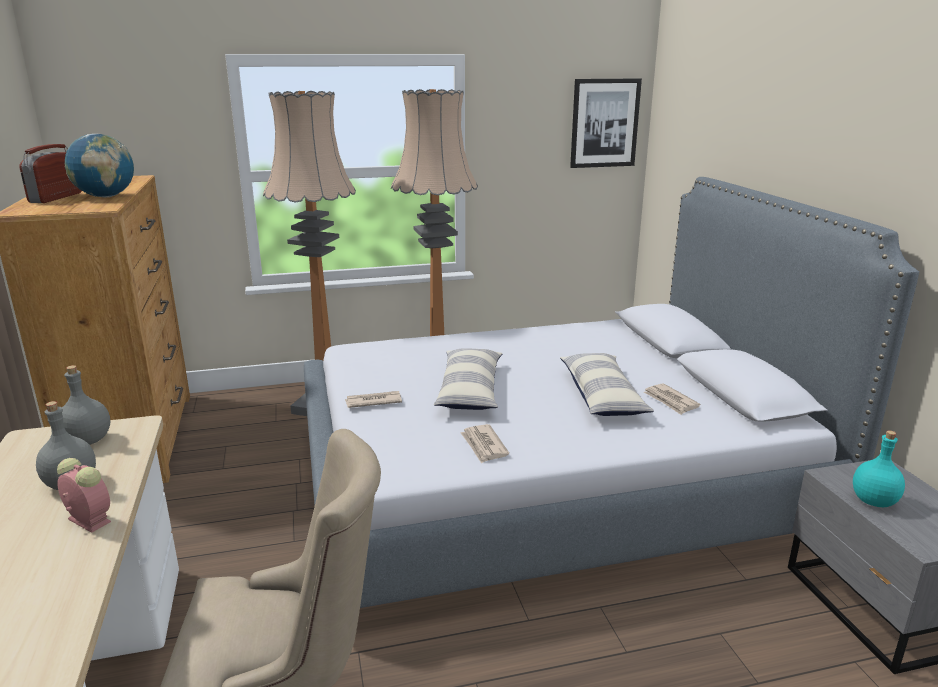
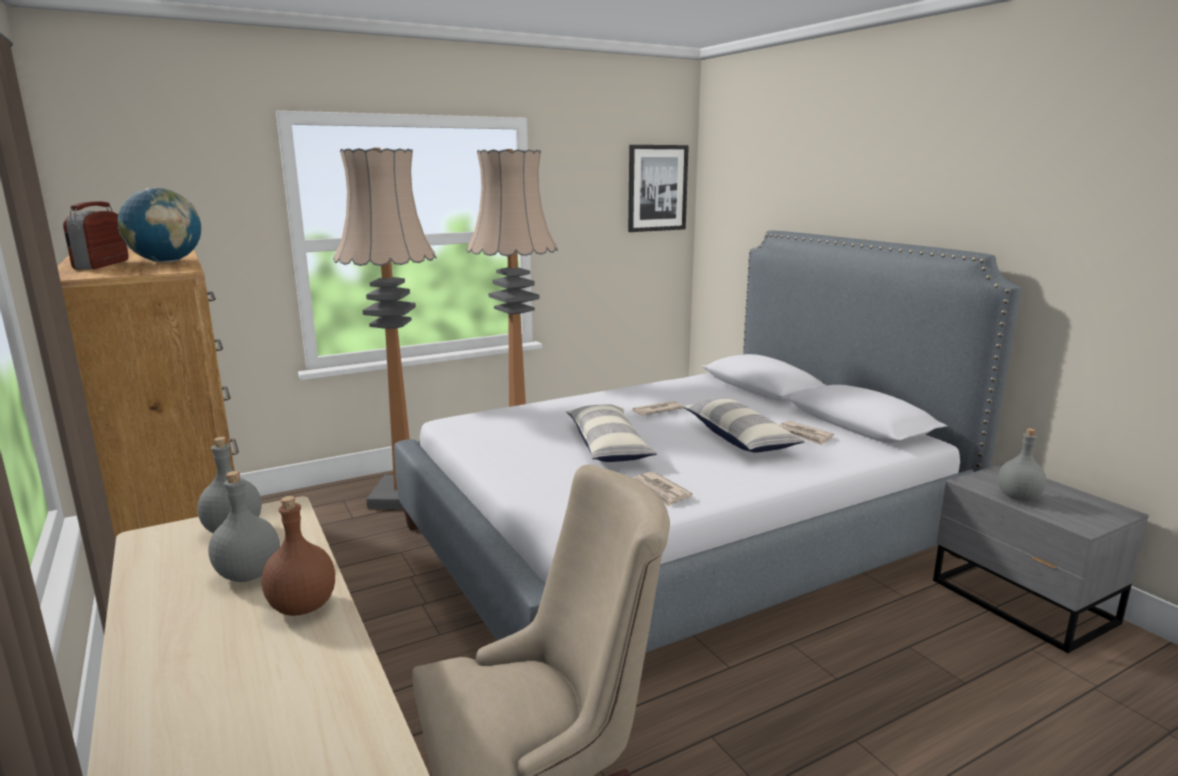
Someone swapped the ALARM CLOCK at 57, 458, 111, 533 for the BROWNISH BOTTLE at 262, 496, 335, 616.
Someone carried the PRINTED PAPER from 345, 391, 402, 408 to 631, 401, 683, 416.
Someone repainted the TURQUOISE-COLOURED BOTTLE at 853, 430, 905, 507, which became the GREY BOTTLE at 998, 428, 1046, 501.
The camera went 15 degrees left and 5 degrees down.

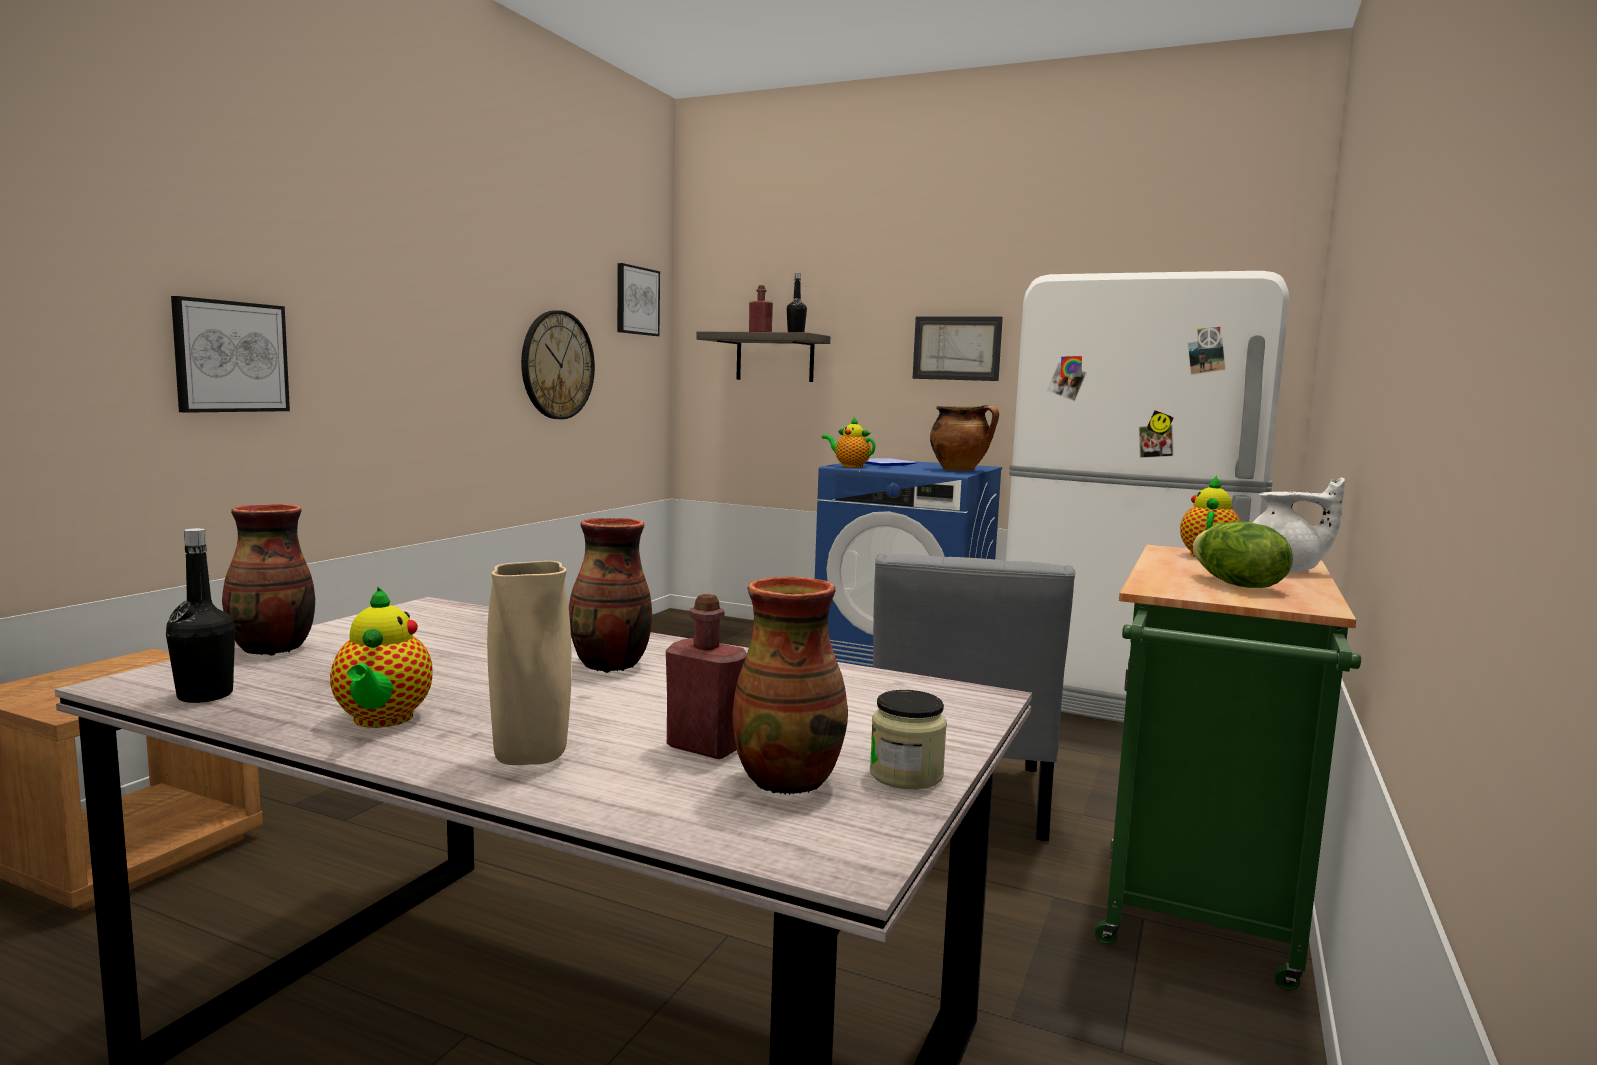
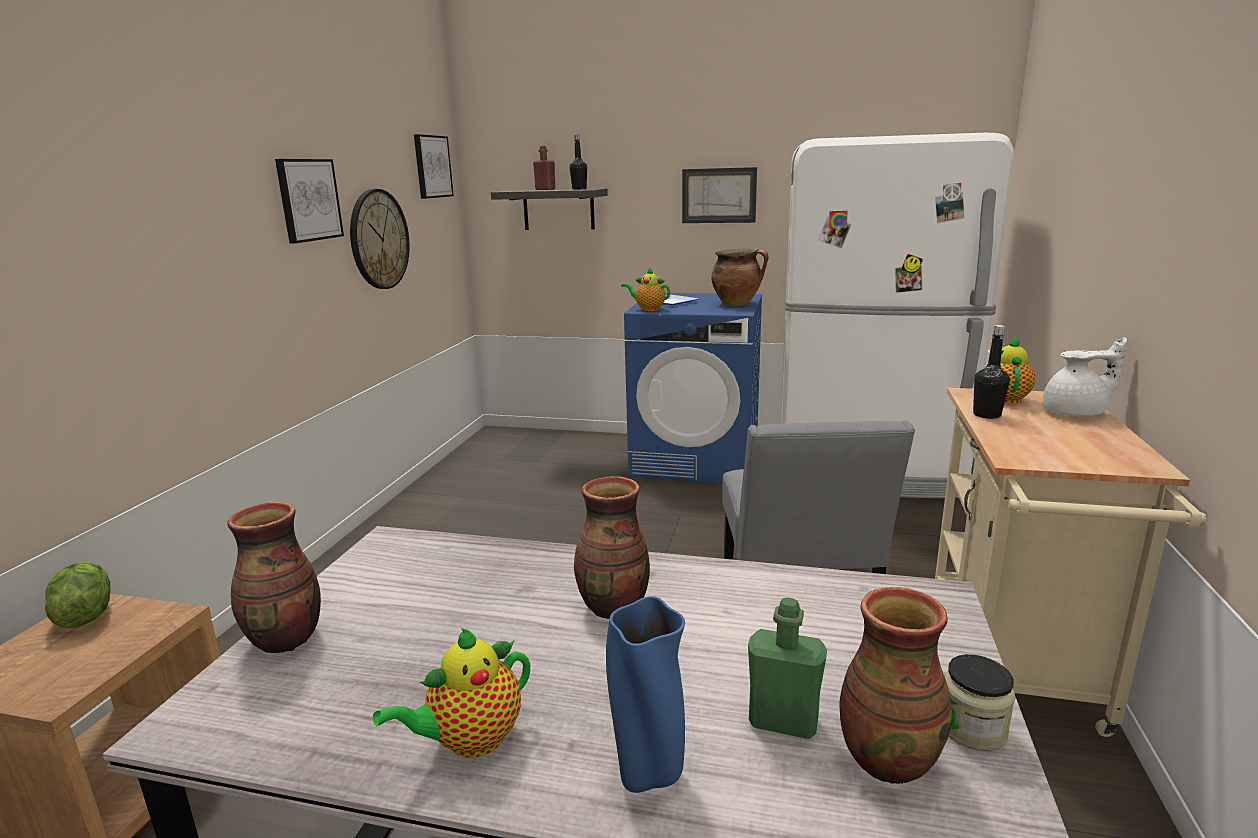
Someone carried the LETTUCE from 1193, 521, 1293, 588 to 45, 562, 110, 628.
Someone carried the WALL PICTURE from 171, 296, 290, 413 to 275, 159, 344, 244.
Someone rotated the POT FOR TEA at 330, 587, 433, 728 by 75 degrees clockwise.
Someone repainted the BEIGE-COLOURED VASE at 487, 561, 572, 765, which became the BLUE VASE at 606, 596, 685, 793.
Someone repainted the REDDISH BOTTLE at 666, 594, 747, 759, which became the GREEN BOTTLE at 748, 597, 827, 739.
Someone repainted the GREEN CART at 1095, 545, 1361, 990, which became the BEIGE-COLOURED CART at 935, 388, 1207, 737.
Someone carried the BLACK-COLOURED BOTTLE from 166, 528, 235, 703 to 973, 325, 1010, 419.
The camera went 10 degrees left and 10 degrees up.

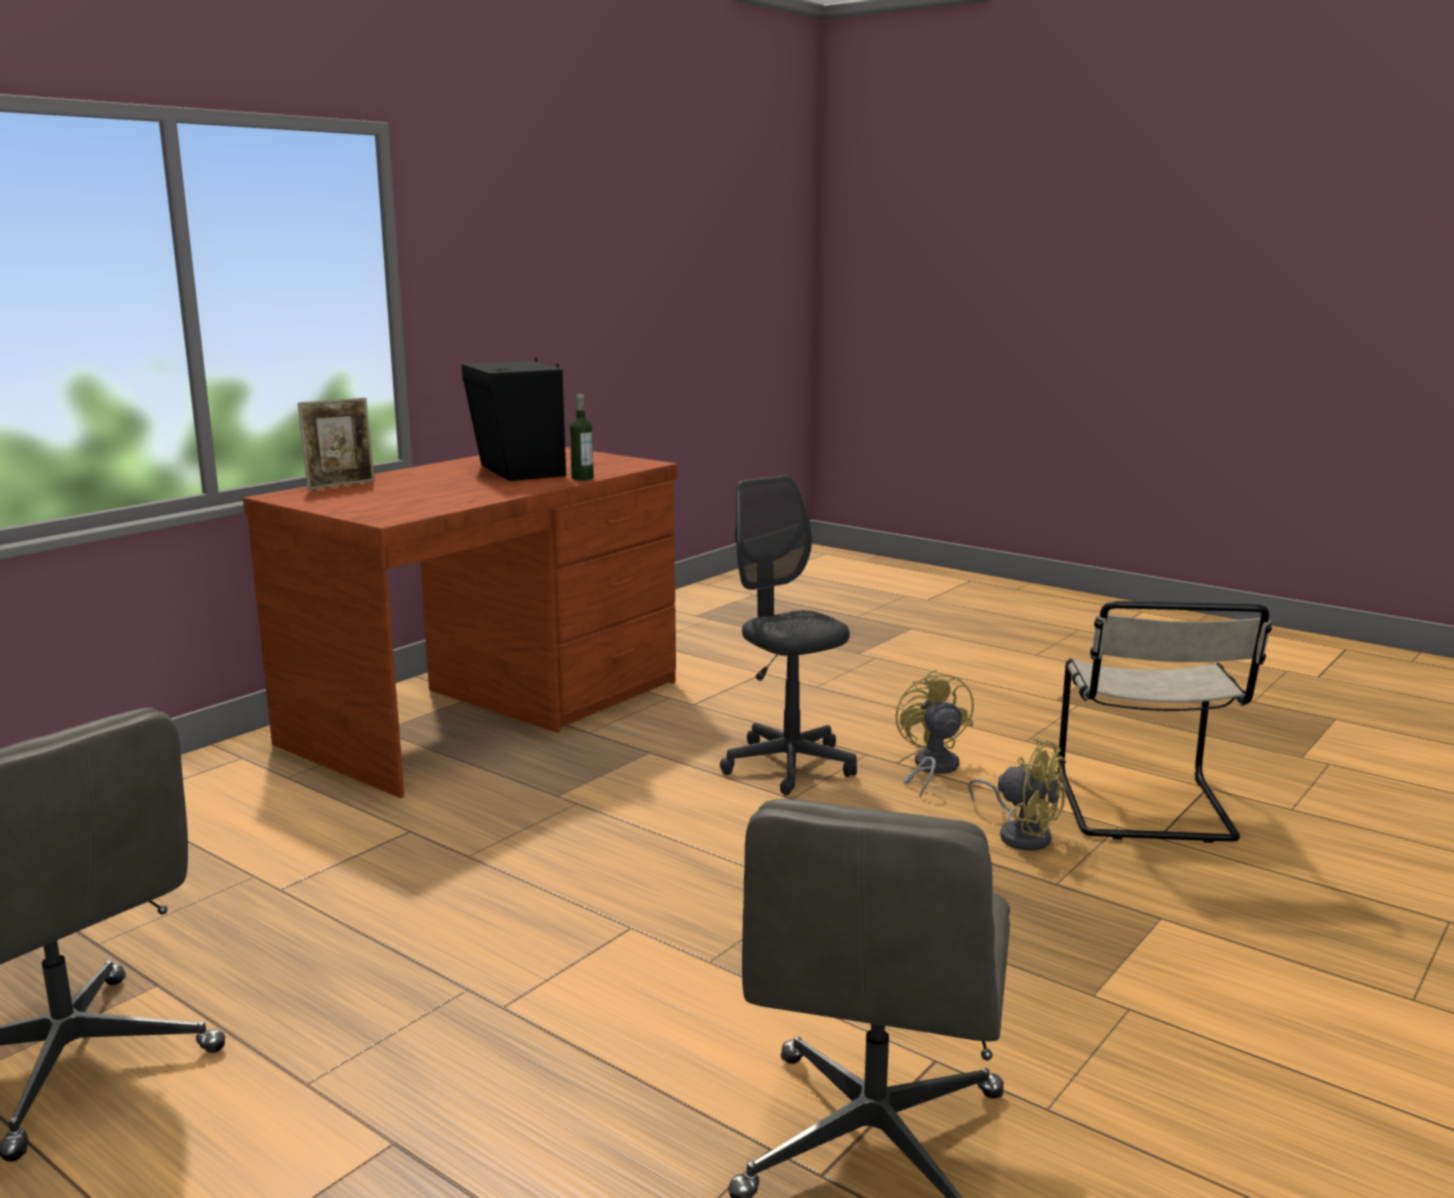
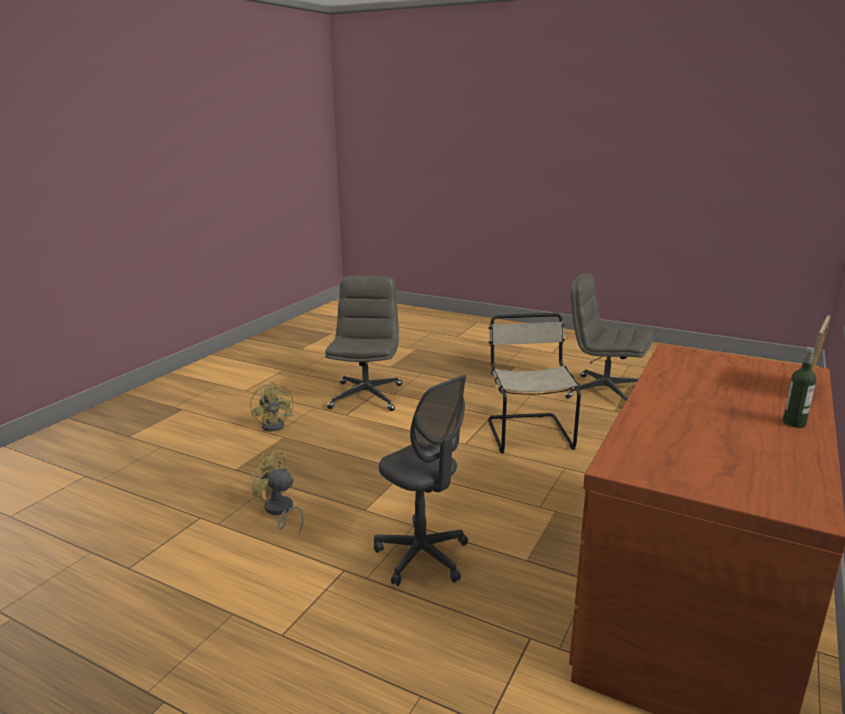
Someone carried the YELLOWISH FAN from 896, 669, 974, 797 to 250, 382, 293, 431.
Someone carried the BEIGE-COLOURED CHAIR from 1057, 601, 1272, 843 to 488, 313, 581, 453.
Someone carried the BOTTLE from 570, 394, 594, 481 to 783, 347, 816, 428.
Someone took away the BLACK-COLOURED LOUDSPEAKER at 462, 357, 566, 481.
The camera went 170 degrees right and 5 degrees up.

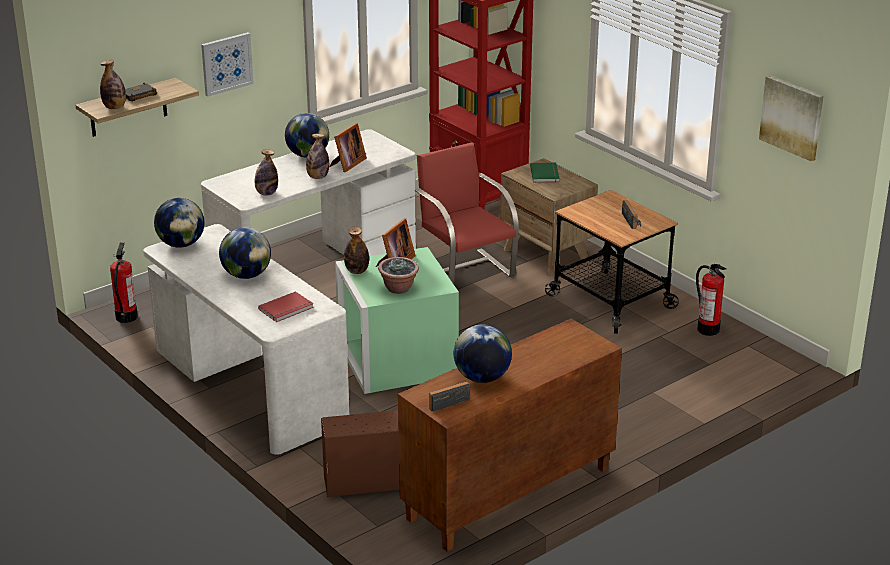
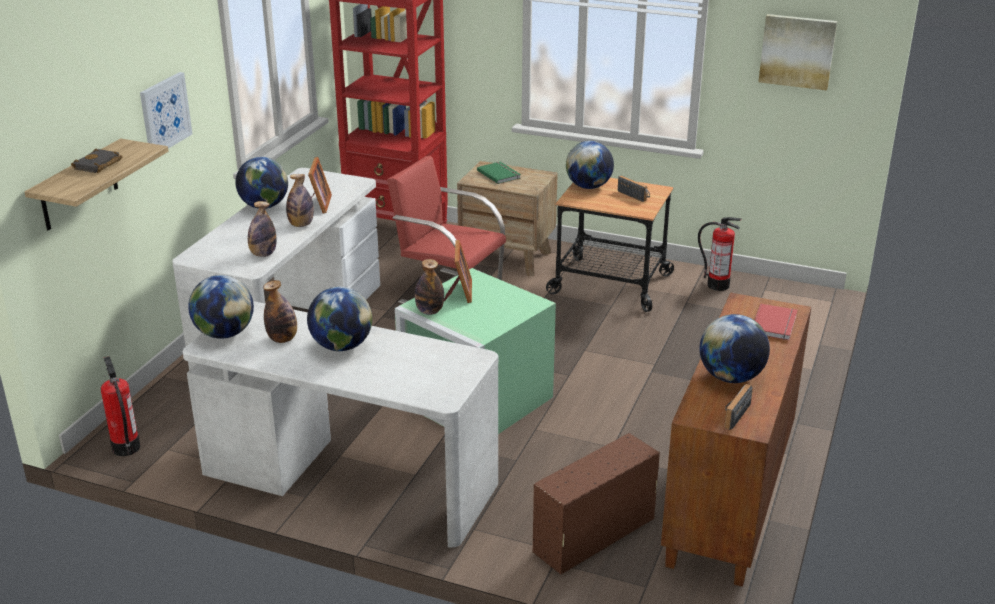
Someone carried the BOTTLE from 100, 60, 126, 109 to 263, 280, 297, 343.
Someone put down the WORLD GLOBE at 566, 141, 614, 189.
Someone carried the REDDISH VOLUME from 258, 291, 314, 322 to 755, 304, 798, 340.
Someone took away the PLANT IN A POT at 378, 257, 419, 294.
The camera went 30 degrees left and 0 degrees up.

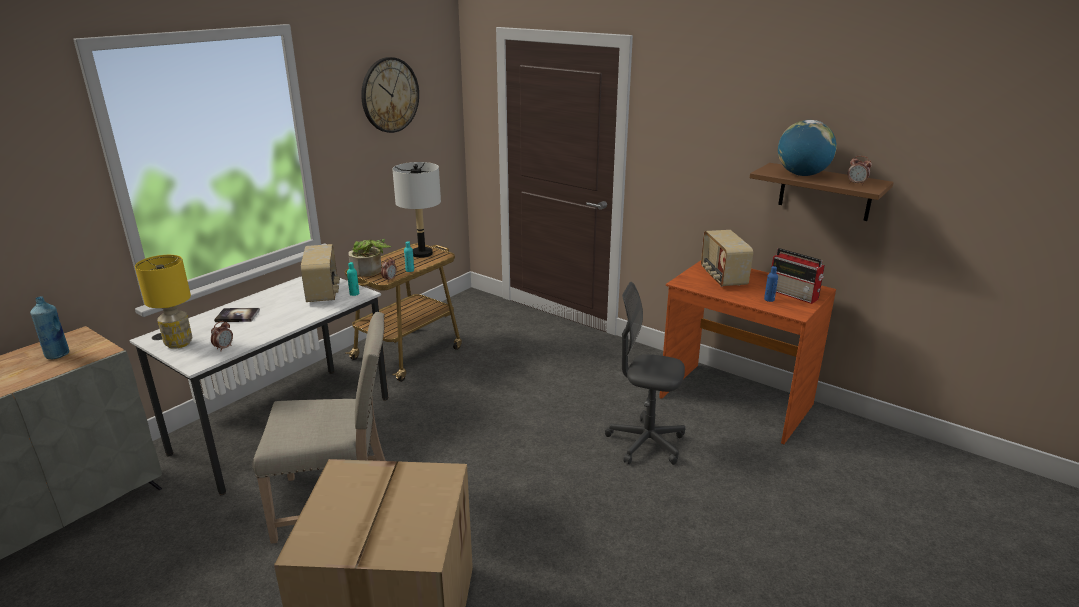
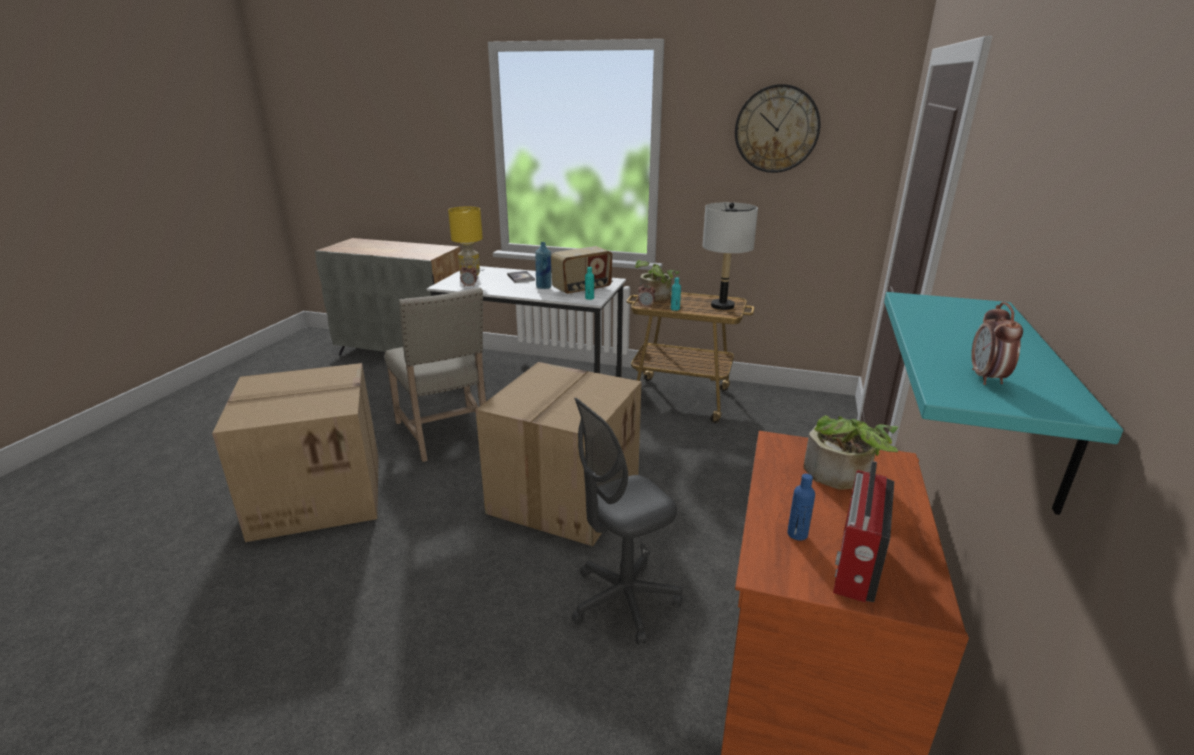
Someone put down the PACKING BOX at 476, 362, 642, 546.
Someone carried the BLUE BOTTLE from 30, 296, 69, 359 to 535, 242, 551, 289.
Someone rotated the GREY OFFICE CHAIR at 605, 282, 685, 465 by 120 degrees counterclockwise.
Someone swapped the RADIO RECEIVER at 701, 230, 753, 287 for the PLANT IN A POT at 803, 415, 898, 490.
Someone repainted the BROWNISH SHELF at 750, 163, 894, 221, which became the TURQUOISE-COLOURED SHELF at 884, 292, 1123, 515.
Someone took away the WORLD GLOBE at 778, 120, 837, 176.
The camera went 70 degrees right and 0 degrees up.

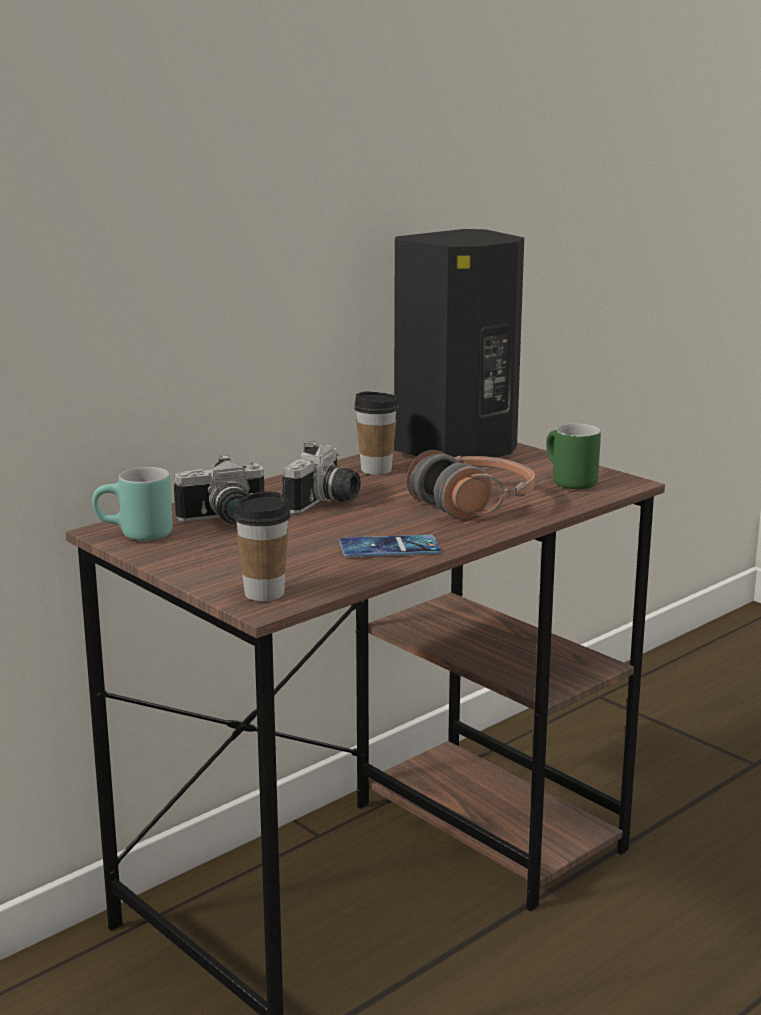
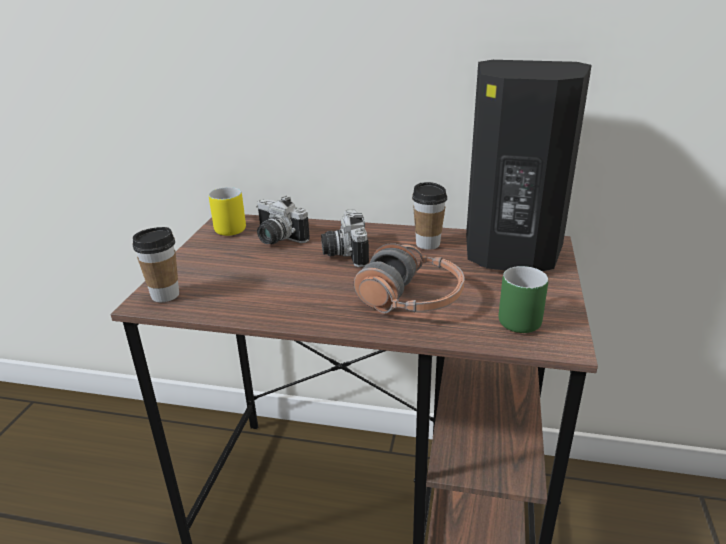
Someone repainted the TURQUOISE-COLOURED TEA MUG at 92, 467, 173, 541, which became the YELLOWISH TEA MUG at 209, 187, 246, 236.
Someone rotated the PHOTO CAMERA at 282, 441, 361, 514 by 90 degrees clockwise.
Someone took away the HANDSET at 339, 535, 441, 557.
The camera went 55 degrees right and 10 degrees up.

